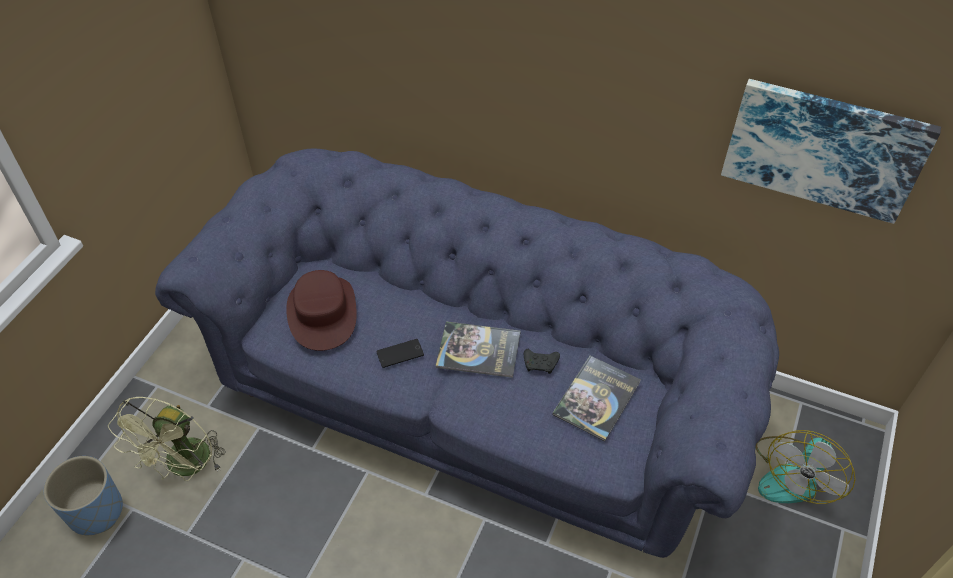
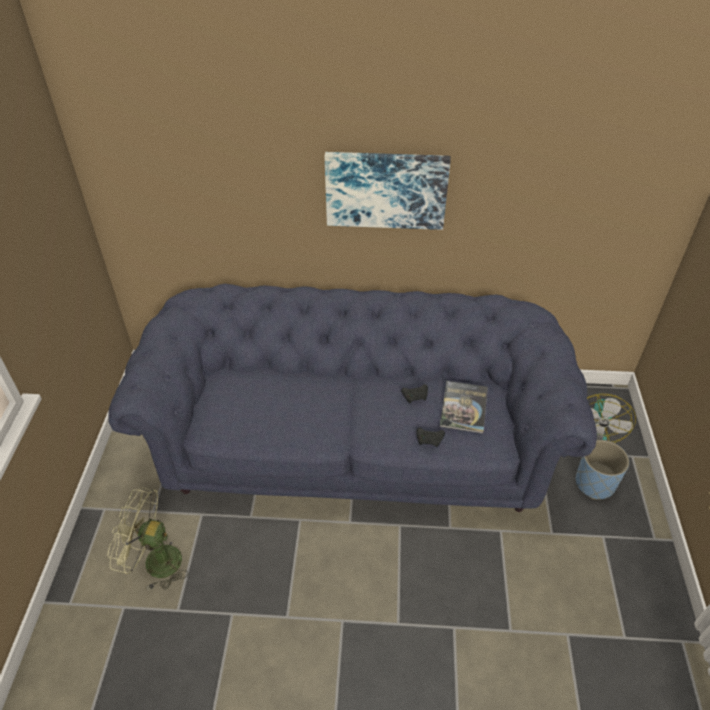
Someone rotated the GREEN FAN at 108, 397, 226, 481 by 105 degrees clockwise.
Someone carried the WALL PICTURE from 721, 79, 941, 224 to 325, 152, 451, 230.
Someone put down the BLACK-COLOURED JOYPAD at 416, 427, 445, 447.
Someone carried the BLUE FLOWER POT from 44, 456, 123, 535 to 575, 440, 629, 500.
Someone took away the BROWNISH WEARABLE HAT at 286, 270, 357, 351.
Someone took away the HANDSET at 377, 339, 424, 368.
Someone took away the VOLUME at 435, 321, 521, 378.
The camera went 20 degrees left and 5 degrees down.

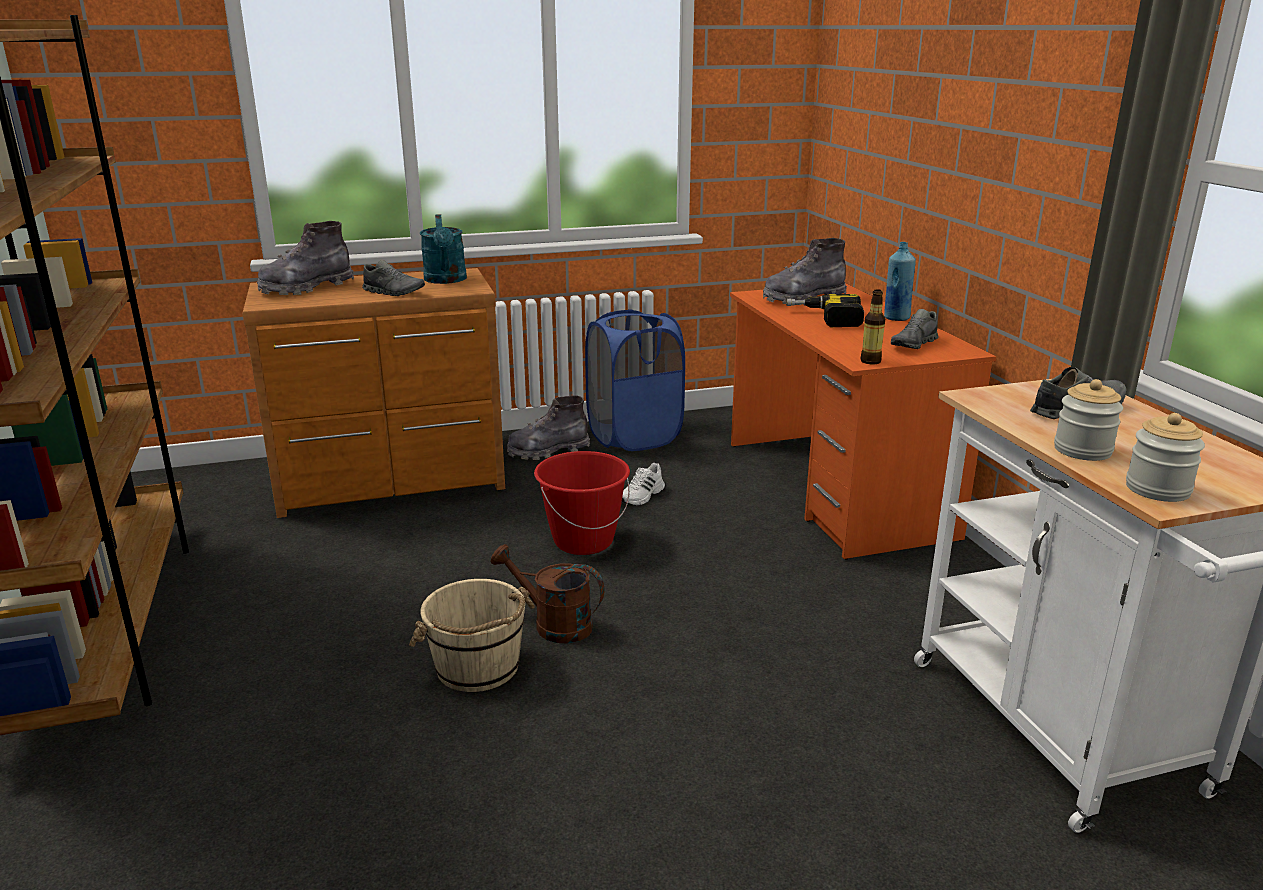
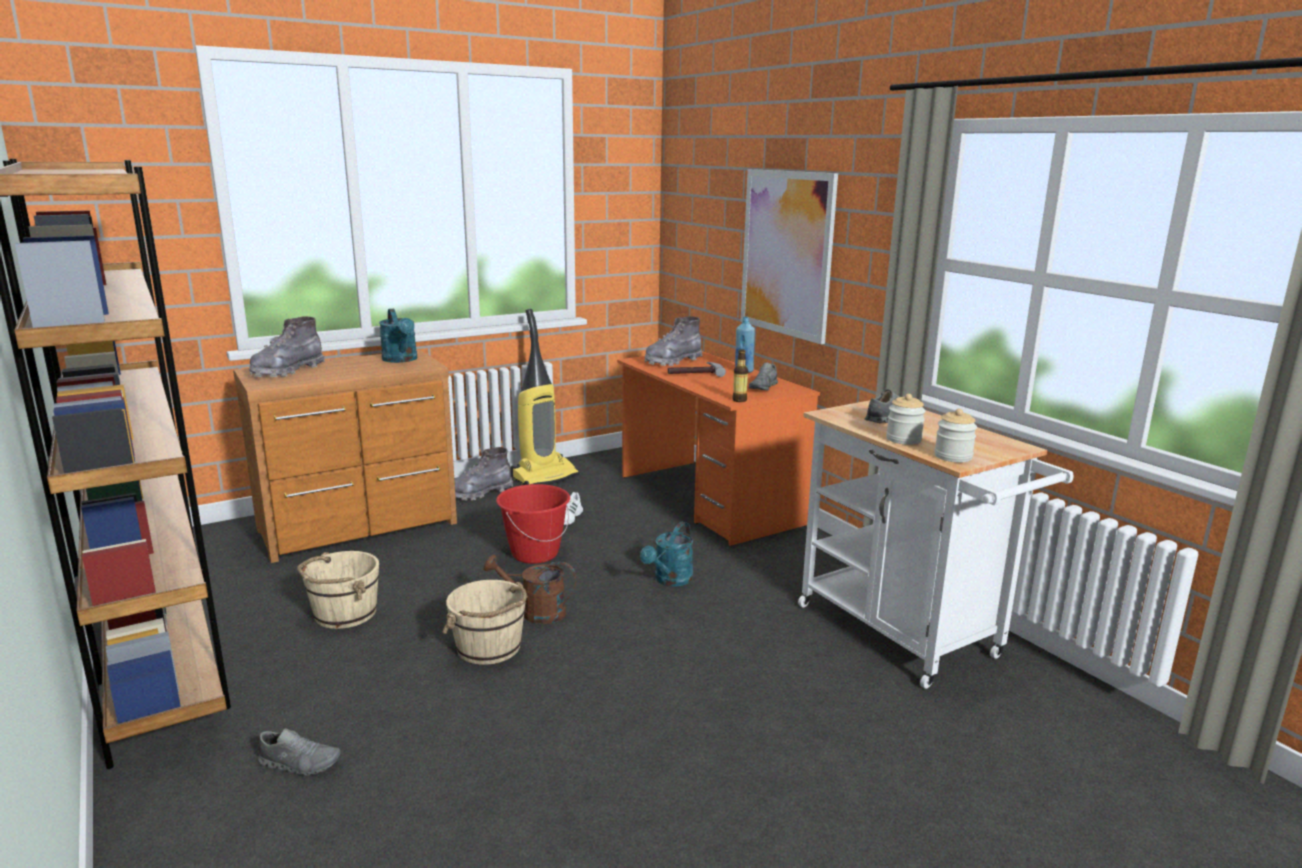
Someone carried the GREY ITEM OF FOOTWEAR from 362, 260, 425, 296 to 258, 728, 341, 776.
Someone put down the BEIGE-COLOURED WATER BUCKET at 297, 551, 379, 629.
Someone swapped the BLUE HAMPER at 585, 309, 685, 451 for the VACUUM at 511, 309, 580, 485.
Someone put down the TURQUOISE-COLOURED SPRINKLING CAN at 640, 522, 693, 587.
Someone swapped the POWER DRILL at 786, 294, 864, 327 for the HAMMER at 668, 362, 726, 377.
Someone put up the WALL PICTURE at 741, 169, 838, 344.
The camera went 15 degrees left and 5 degrees down.

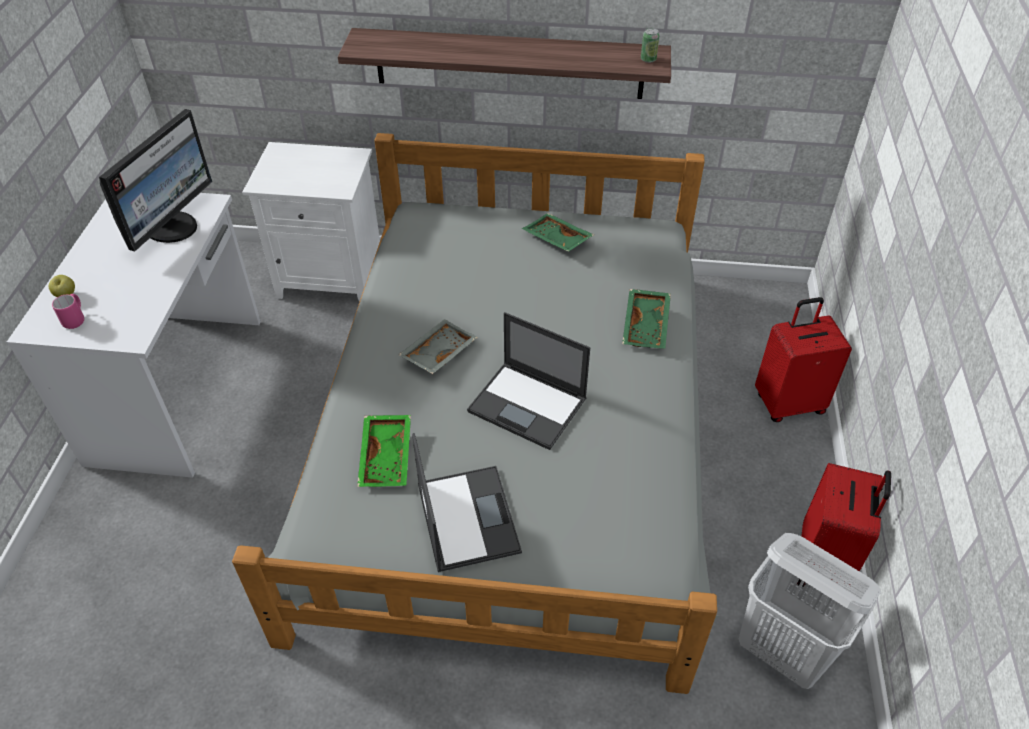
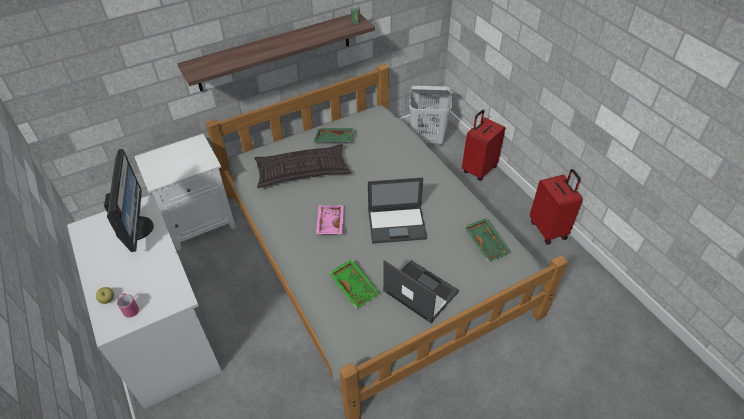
Someone put down the PILLOW at 254, 144, 351, 188.
Someone repainted the GREY TRAY at 398, 319, 478, 374, which became the PINKISH TRAY at 316, 205, 344, 234.
Someone carried the WHITE-COLOURED HAMPER from 739, 533, 881, 689 to 409, 86, 453, 146.
Someone carried the GREEN TRAY from 622, 289, 671, 349 to 464, 218, 511, 262.
The camera went 35 degrees left and 0 degrees up.

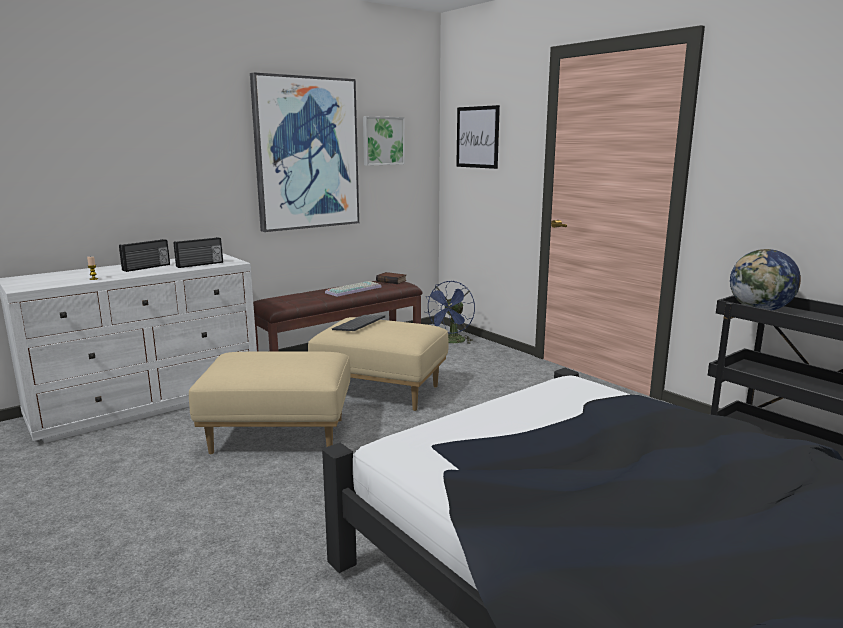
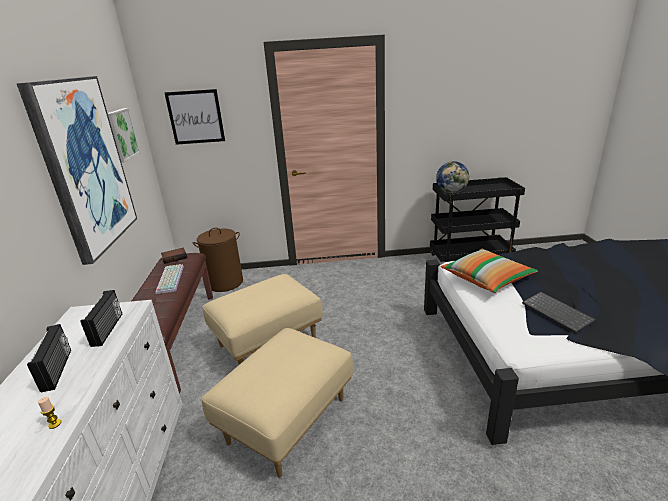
Someone swapped the BLUE FAN at 426, 281, 475, 344 for the BROWNISH HAMPER at 193, 228, 243, 292.
Someone put down the PILLOW at 441, 249, 538, 293.
Someone carried the PC KEYBOARD from 332, 315, 385, 331 to 522, 292, 596, 333.
The camera went 55 degrees left and 10 degrees up.

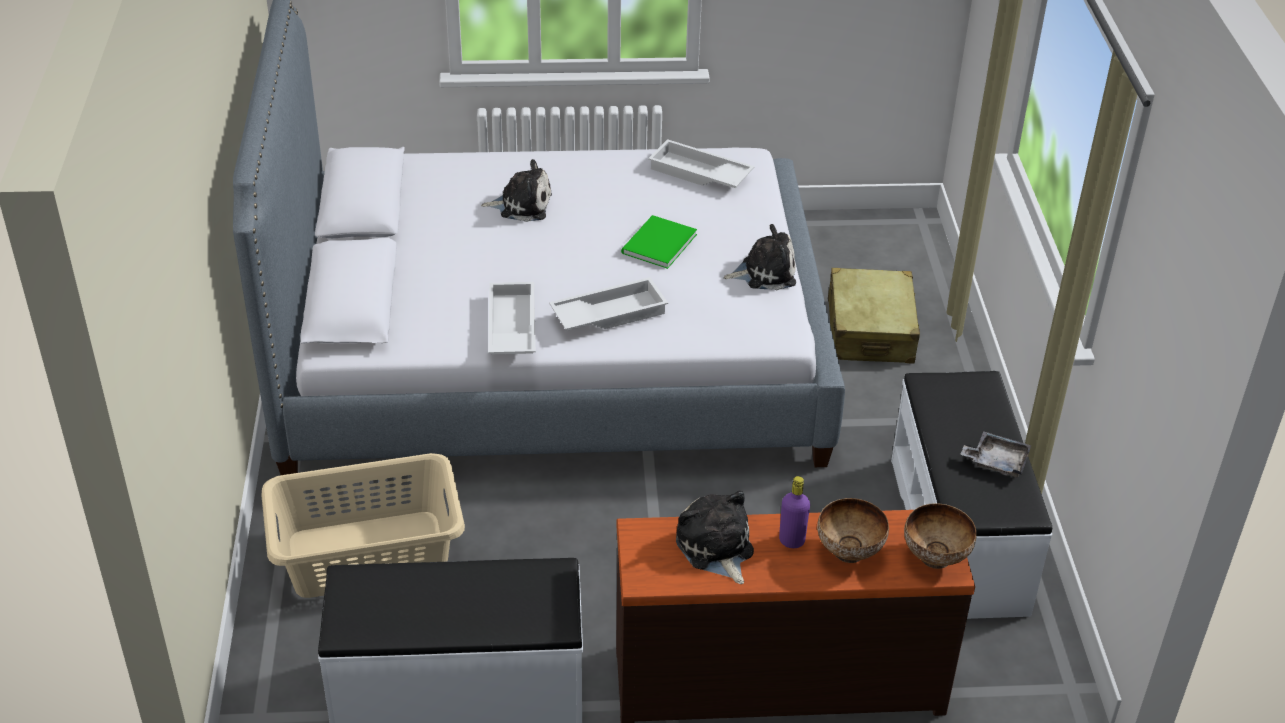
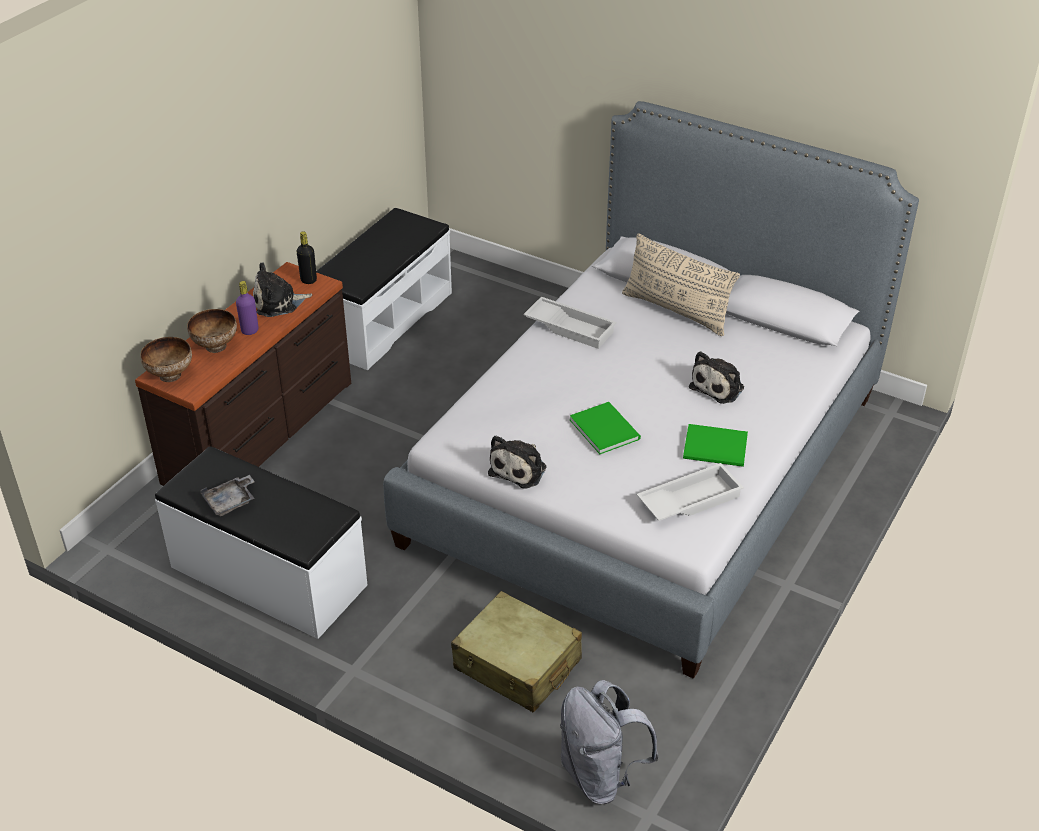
Someone rotated the PLUSH TOY at 676, 491, 754, 584 by 150 degrees clockwise.
Someone put down the BLACK-COLOURED BOTTLE at 297, 231, 317, 284.
Someone put down the GREY BACKPACK at 560, 680, 659, 804.
Someone put down the BEIGE-COLOURED PILLOW at 622, 233, 740, 336.
Someone put down the GREEN VOLUME at 683, 424, 748, 467.
Someone took away the BEIGE-COLOURED HAMPER at 261, 453, 465, 598.
Someone took away the WHITE-COLOURED TRAY at 549, 277, 668, 331.
The camera went 125 degrees right and 0 degrees up.

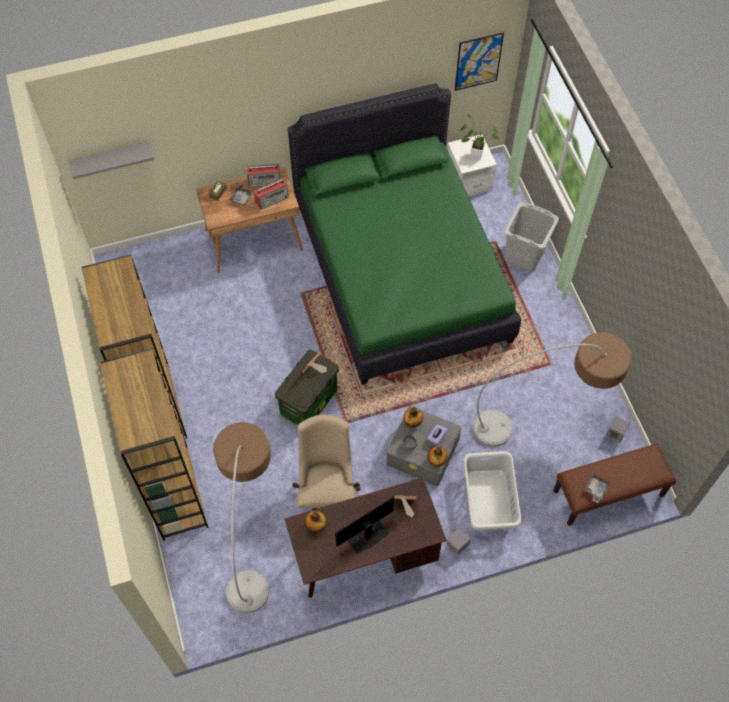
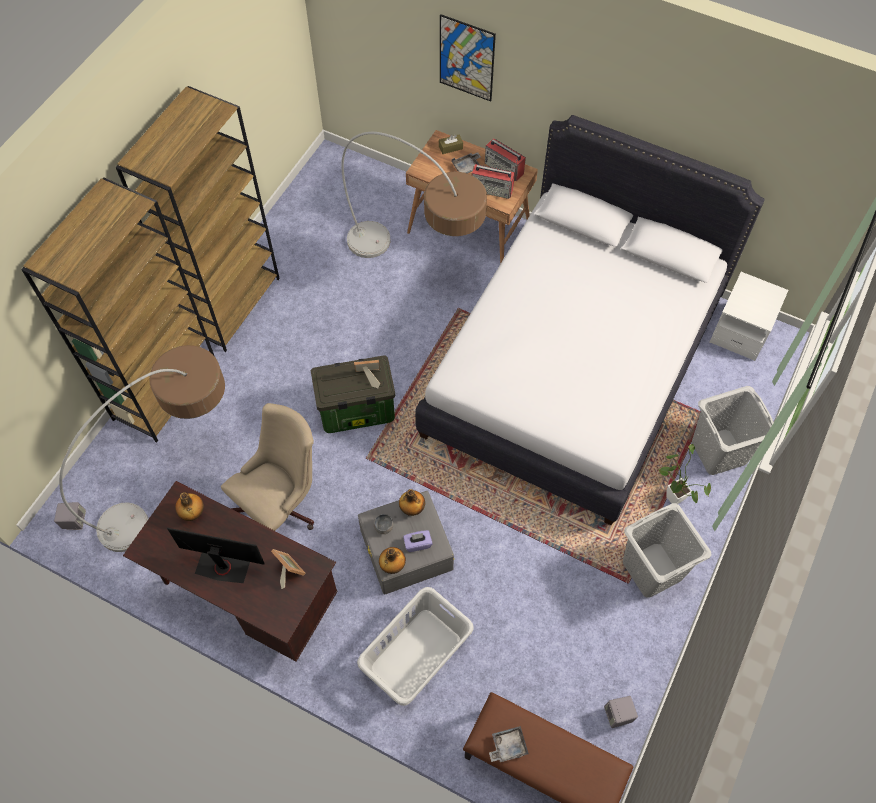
Someone carried the GREY LOUDSPEAKER from 447, 528, 470, 555 to 54, 502, 86, 530.
Someone carried the FLOOR LAMP from 473, 332, 632, 447 to 341, 132, 487, 258.
Someone repainted the GREEN BED at 288, 83, 521, 385, which became the WHITE-COLOURED BED at 415, 115, 765, 525.
Someone carried the WALL PICTURE from 455, 32, 504, 91 to 440, 14, 496, 101.
Someone put down the GREY HAMPER at 623, 503, 712, 598.
Someone carried the PLANT IN A POT from 459, 113, 499, 160 to 658, 444, 711, 504.
Someone took away the GREY SHELF at 69, 141, 154, 179.
The camera went 45 degrees right and 0 degrees up.

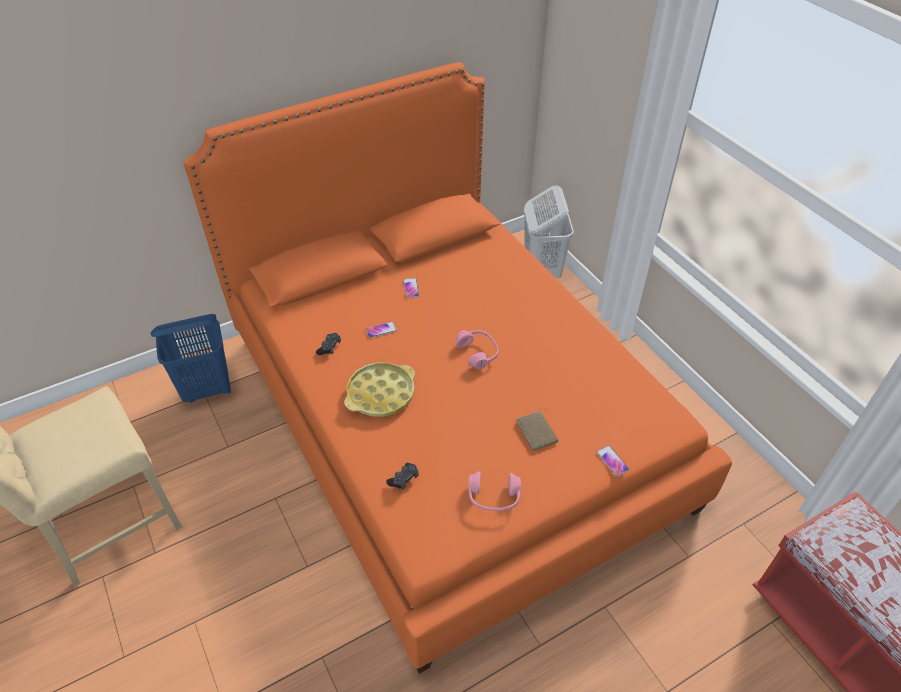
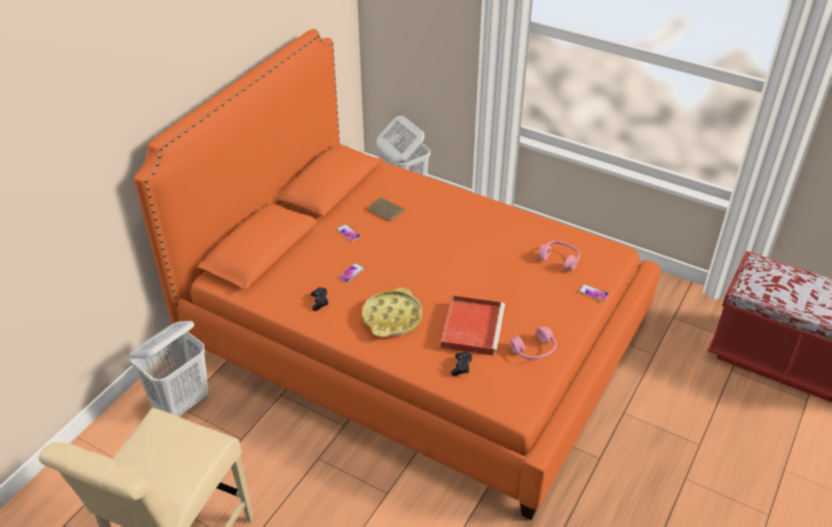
Someone repainted the BLUE HAMPER at 150, 314, 231, 403, which became the WHITE-COLOURED HAMPER at 129, 321, 209, 417.
Someone carried the BROWNISH VOLUME from 516, 409, 559, 450 to 369, 194, 404, 221.
Someone put down the REDDISH TRAY at 441, 295, 505, 356.
Someone carried the PINKISH HEADPHONES from 456, 330, 498, 369 to 538, 241, 580, 270.
The camera went 30 degrees left and 5 degrees down.

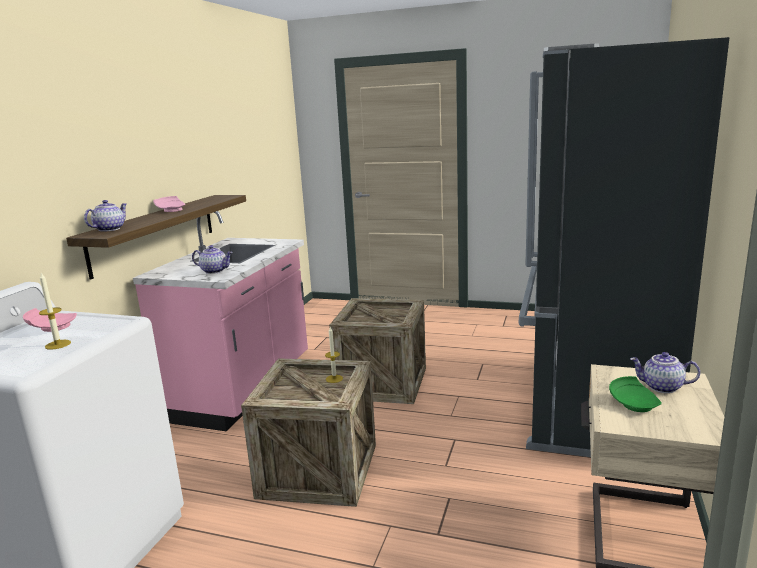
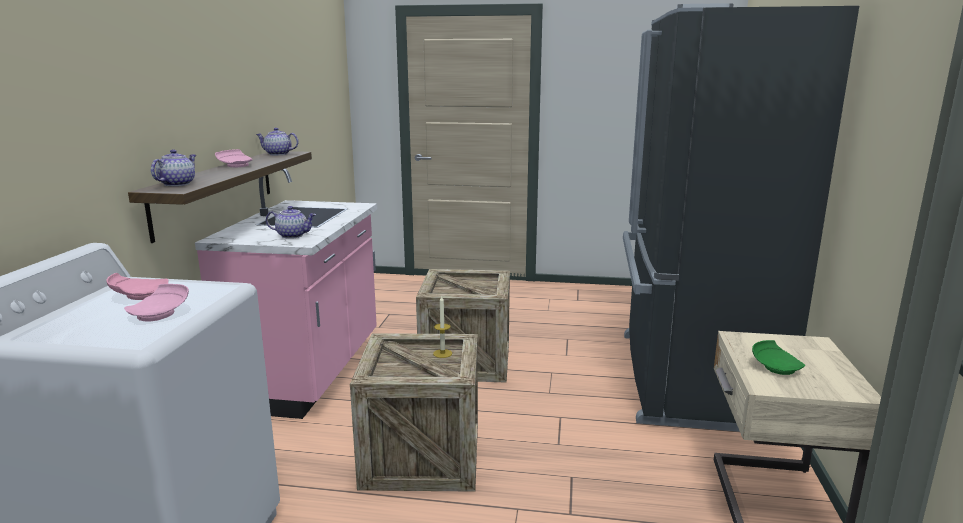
Someone swapped the CANDLE at 39, 273, 71, 350 for the PINKISH DINNER PLATE at 124, 284, 189, 322.
Someone carried the POT FOR TEA from 630, 352, 700, 393 to 256, 128, 298, 156.
The camera went 10 degrees left and 0 degrees up.

